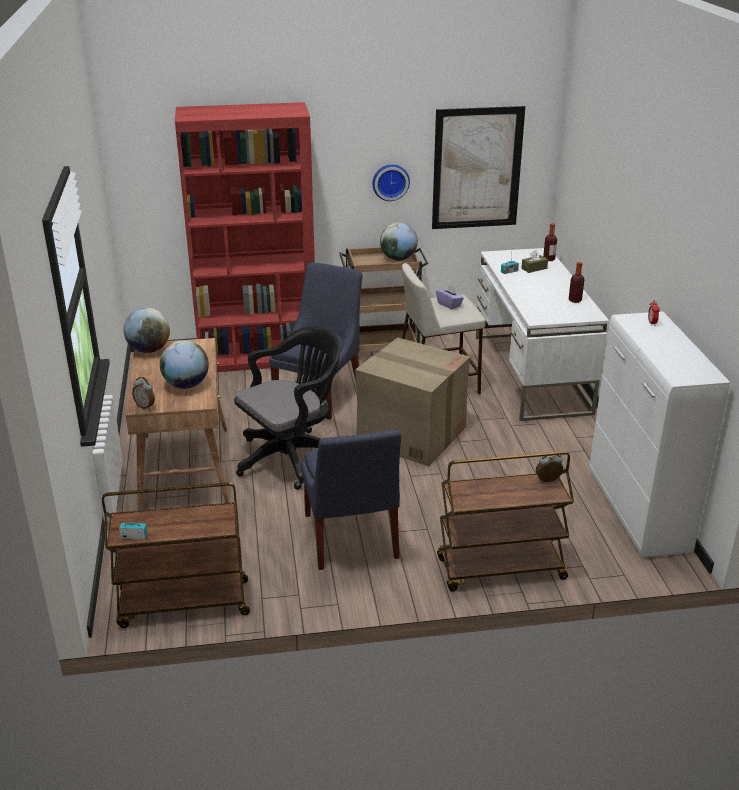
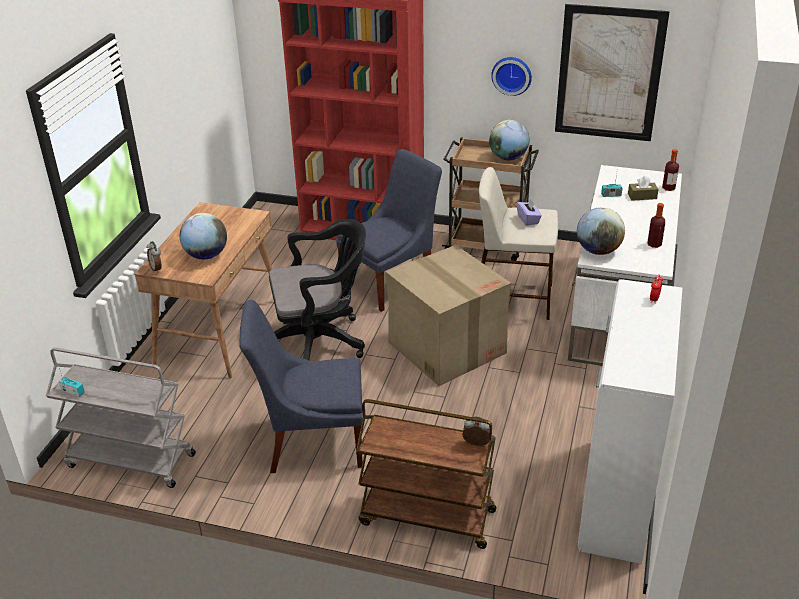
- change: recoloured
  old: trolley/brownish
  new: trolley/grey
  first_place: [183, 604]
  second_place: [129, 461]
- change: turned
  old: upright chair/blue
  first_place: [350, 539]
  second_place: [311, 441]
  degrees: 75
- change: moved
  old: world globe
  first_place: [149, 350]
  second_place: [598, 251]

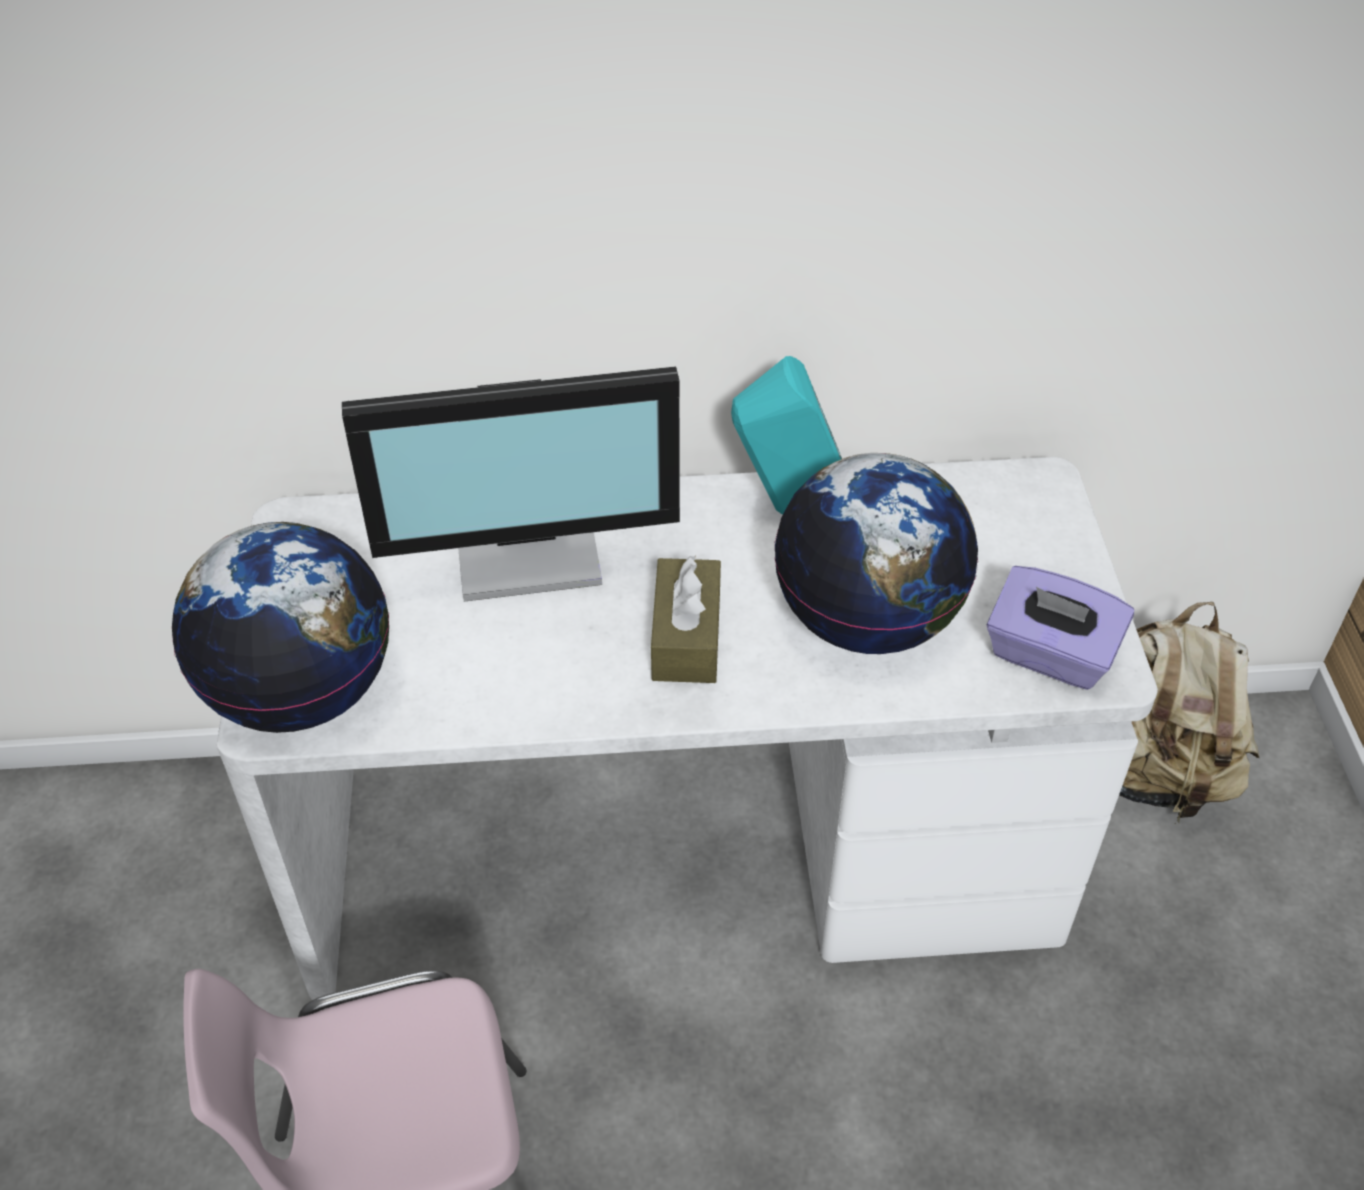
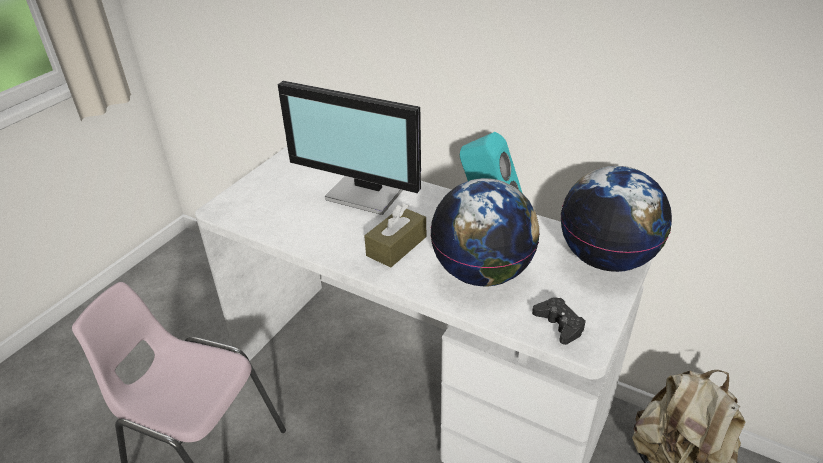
- change: replaced
  old: box of tissues/purple
  new: game controller/black-coloured
  first_place: [1049, 655]
  second_place: [559, 324]
- change: moved
  old: world globe
  first_place: [302, 692]
  second_place: [606, 259]

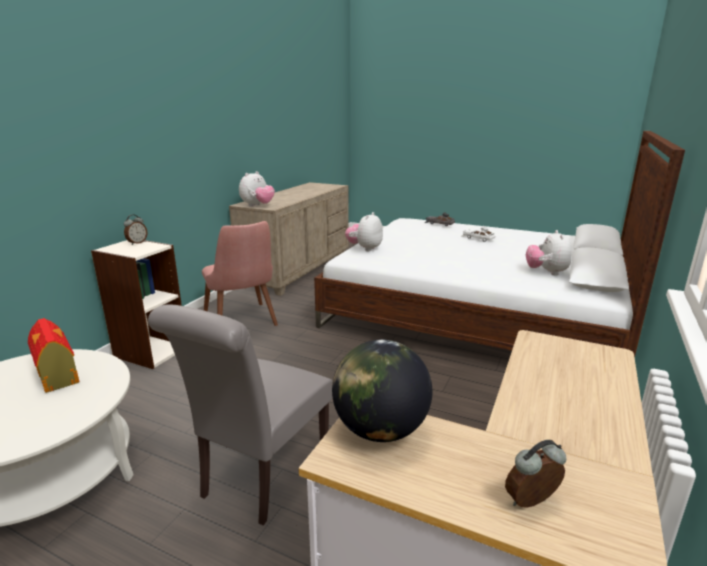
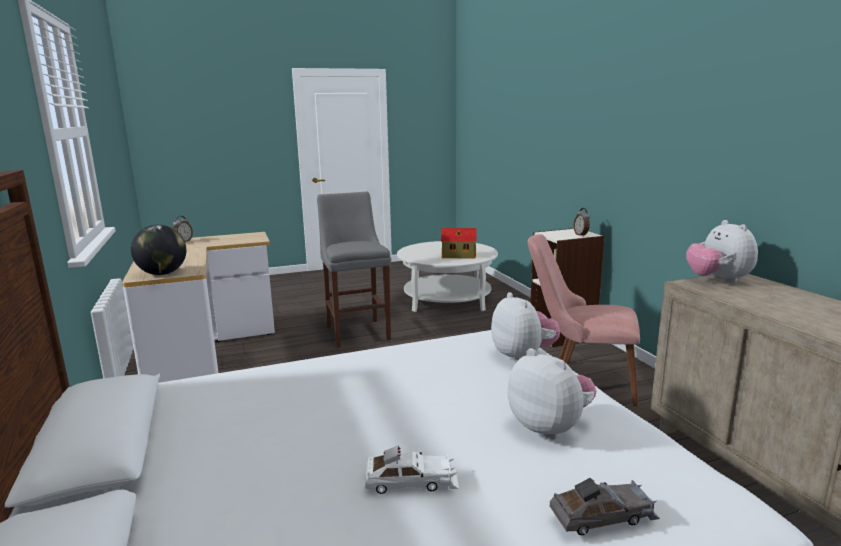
- change: moved
  old: world globe
  first_place: [380, 430]
  second_place: [162, 274]
- change: replaced
  old: upright chair/grey
  new: stool/grey
  first_place: [261, 477]
  second_place: [357, 331]
- change: moved
  old: soft toy
  first_place: [546, 272]
  second_place: [550, 427]

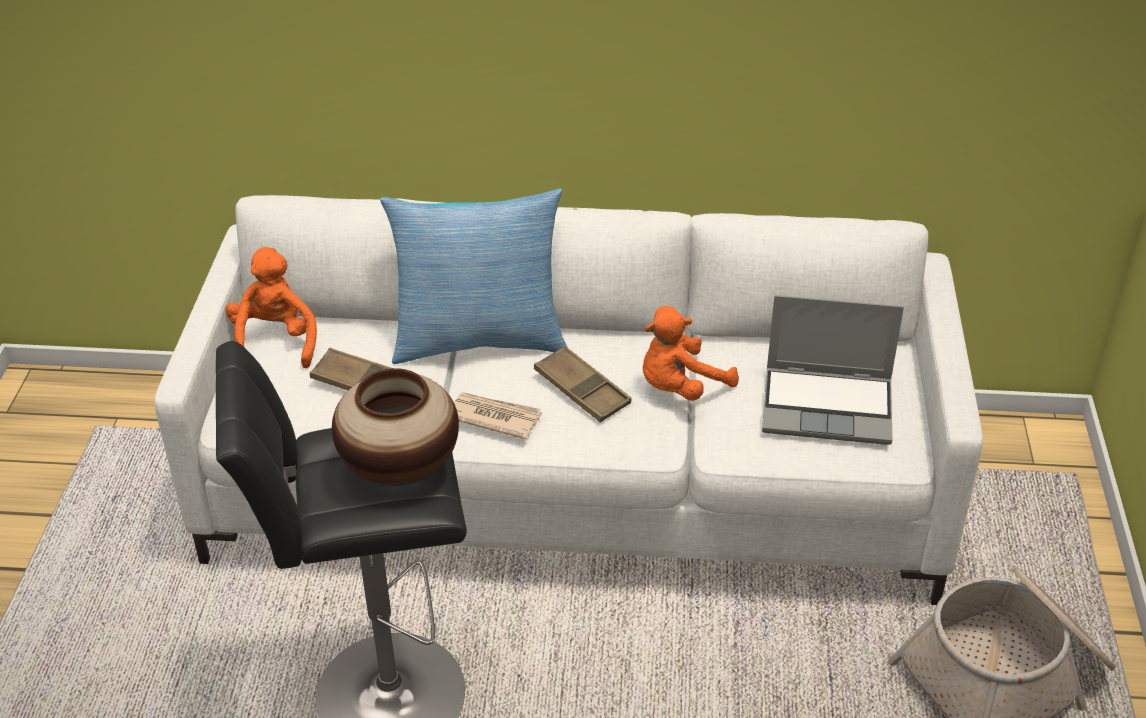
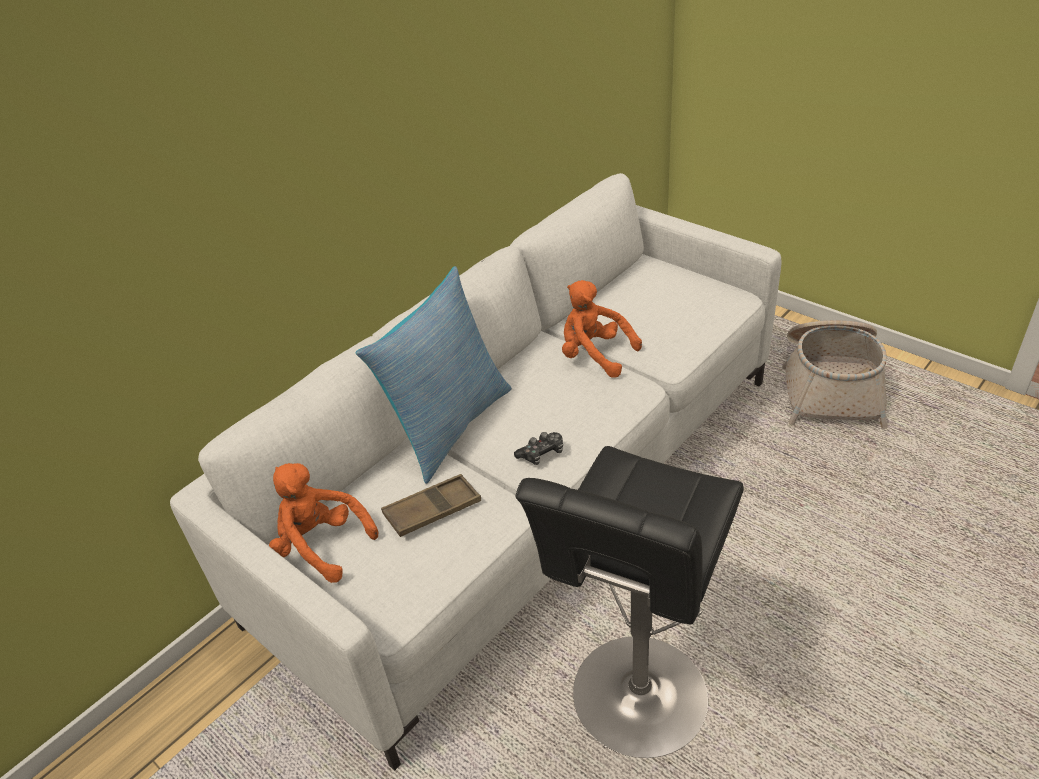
- change: replaced
  old: printed paper
  new: game controller
  first_place: [493, 417]
  second_place: [541, 453]
- change: turned
  old: soft toy/orangey
  first_place: [680, 387]
  second_place: [594, 355]
  degrees: 120
- change: removed
  old: decorative vase
  first_place: [400, 469]
- change: removed
  old: serving tray/brownish
  first_place: [582, 390]
- change: removed
  old: laptop
  first_place: [829, 407]

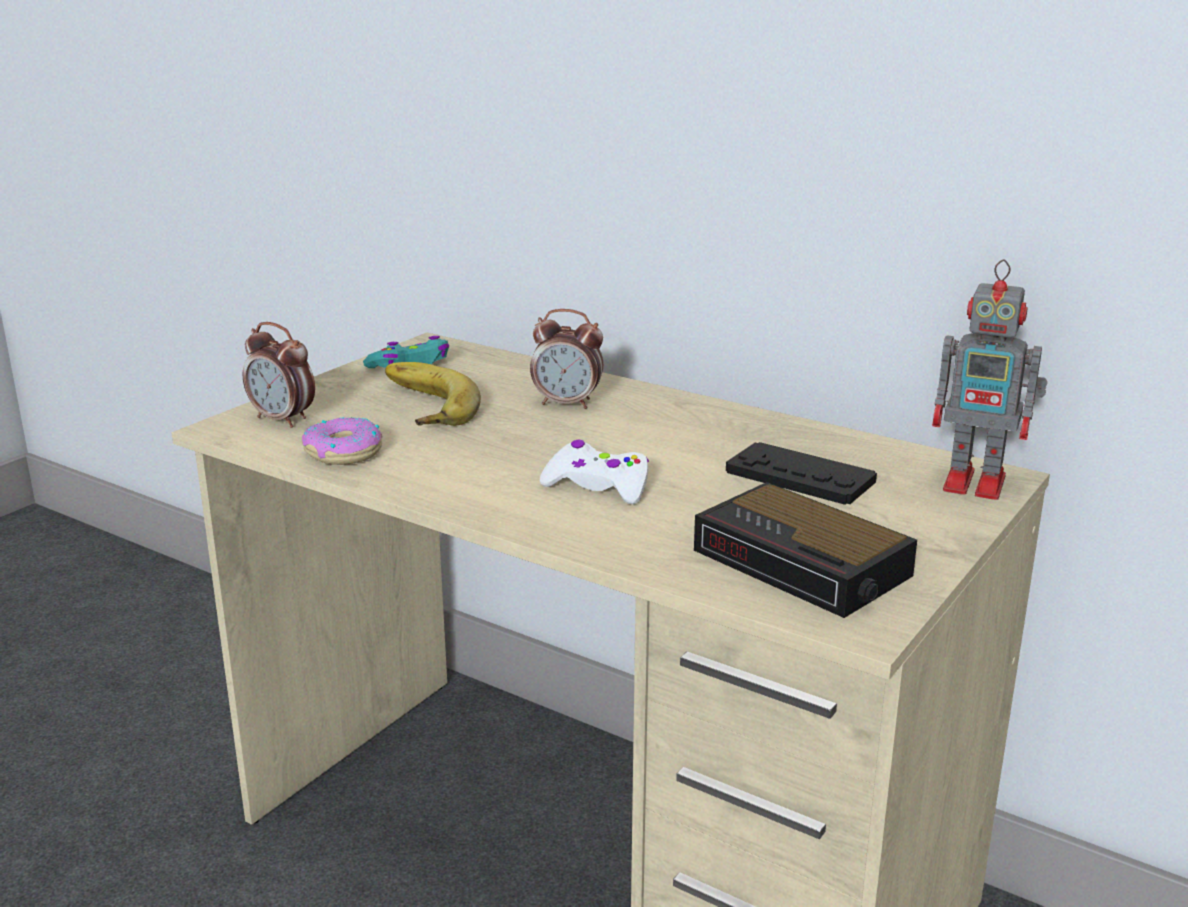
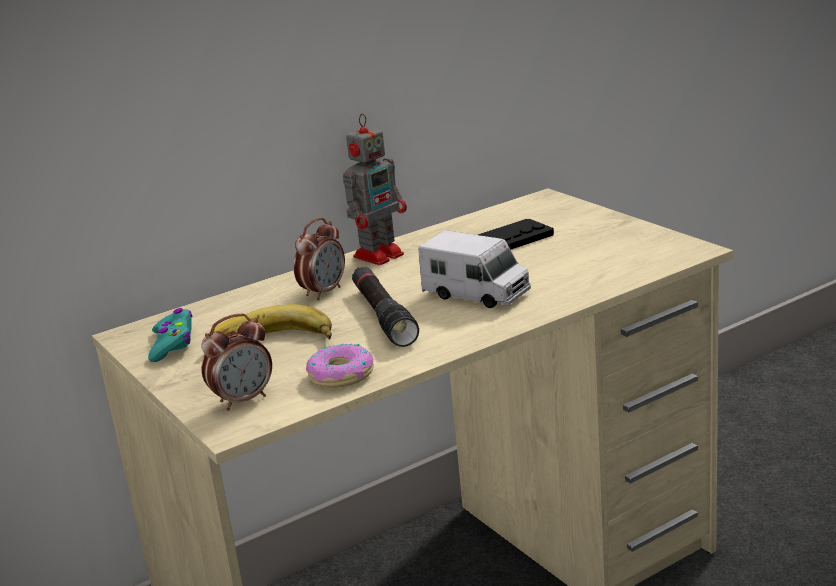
- change: moved
  old: model robot
  first_place: [978, 483]
  second_place: [380, 255]
- change: added
  new: torch/black-coloured
  second_place: [383, 316]
- change: replaced
  old: game controller/whitish
  new: toy truck
  first_place: [598, 486]
  second_place: [476, 294]
- change: removed
  old: table clock
  first_place: [805, 564]

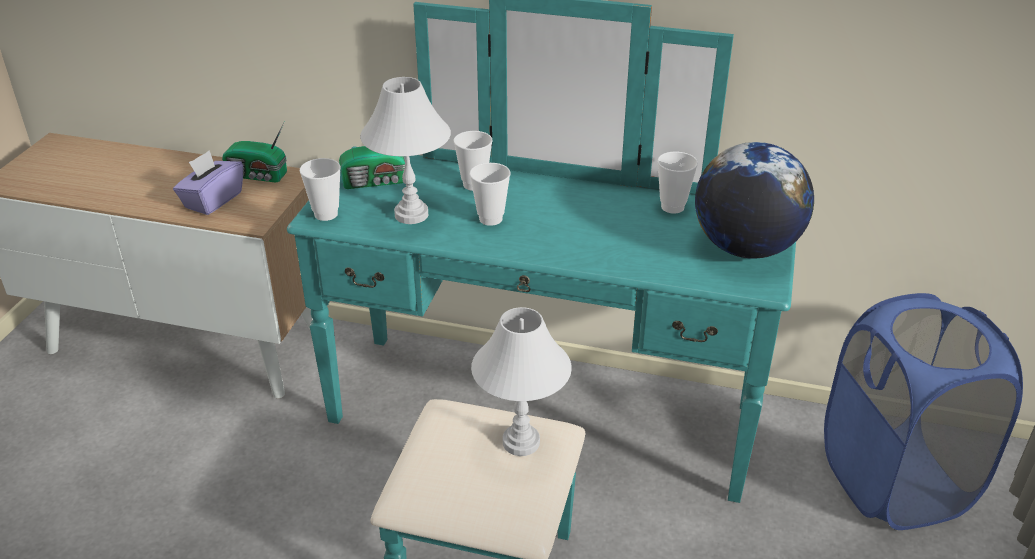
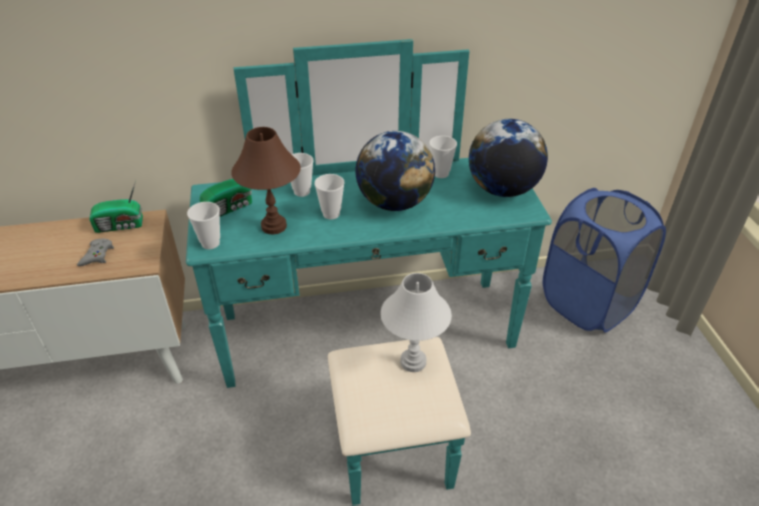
- change: replaced
  old: box of tissues/purple
  new: game controller/grey
  first_place: [212, 200]
  second_place: [97, 255]
- change: recoloured
  old: lamp for a table/whitish
  new: lamp for a table/brownish
  first_place: [411, 215]
  second_place: [273, 226]
- change: added
  new: world globe
  second_place: [394, 202]

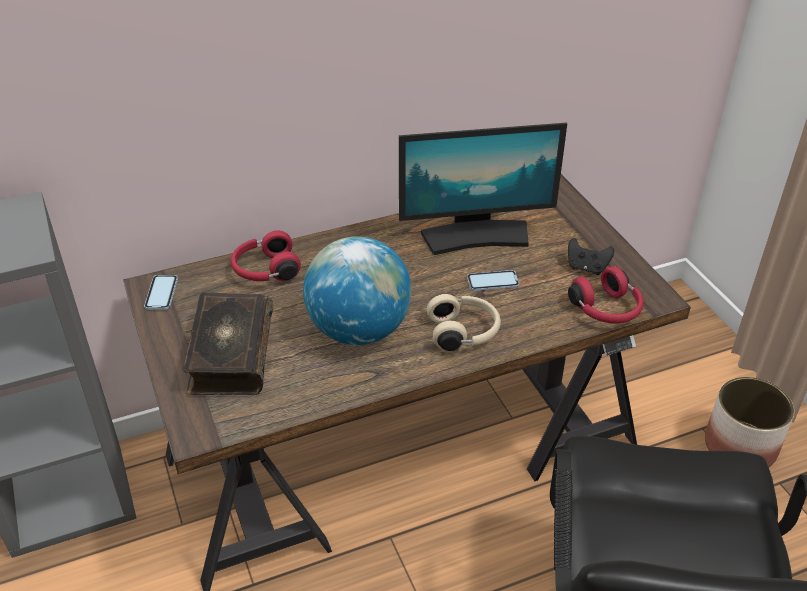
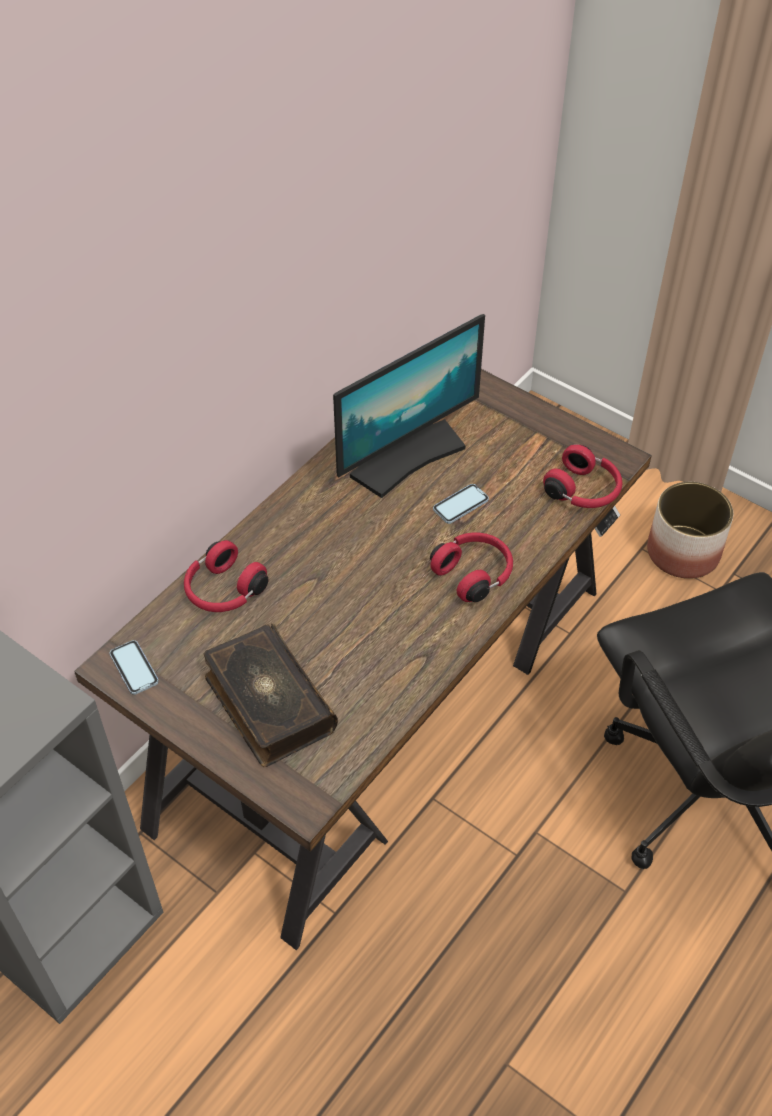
- change: recoloured
  old: headphones/sand-coloured
  new: headphones/reddish
  first_place: [464, 332]
  second_place: [474, 574]
- change: removed
  old: world globe
  first_place: [358, 330]
- change: removed
  old: game controller/black-coloured
  first_place: [586, 268]

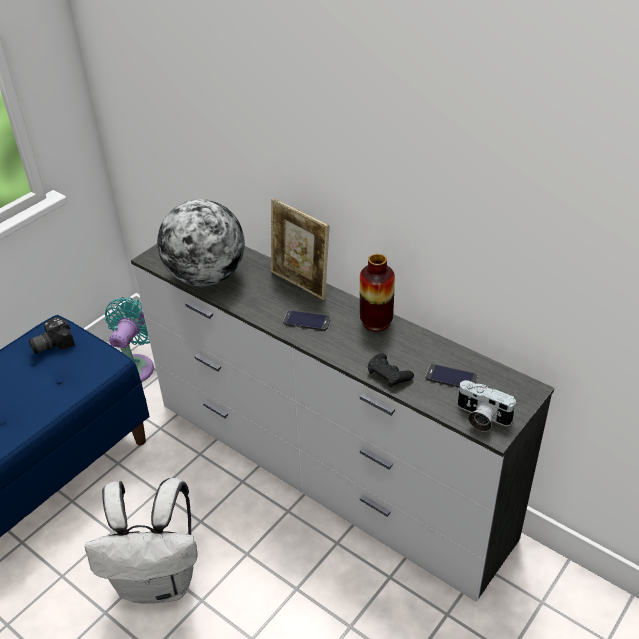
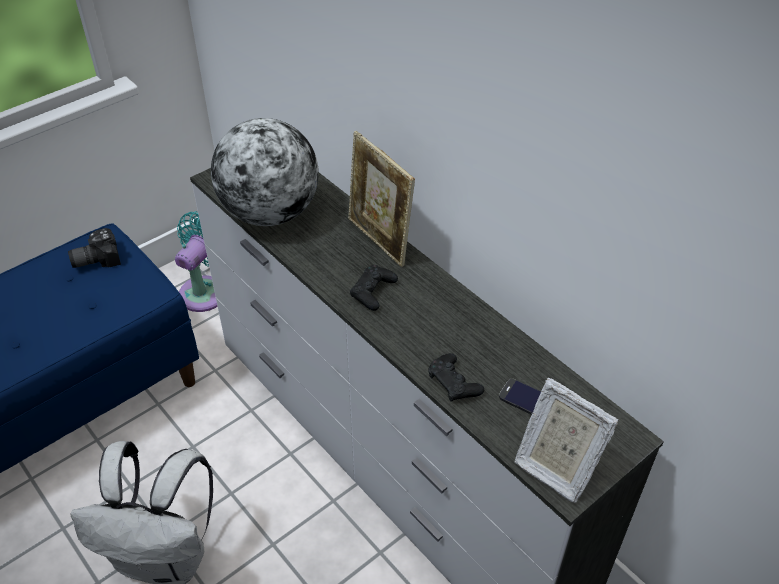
- change: replaced
  old: phone
  new: game controller/black-coloured
  first_place: [306, 321]
  second_place: [373, 291]
- change: replaced
  old: still camera
  new: standing frame
  first_place: [481, 418]
  second_place: [555, 466]
- change: removed
  old: decorative vase
  first_place: [376, 322]

